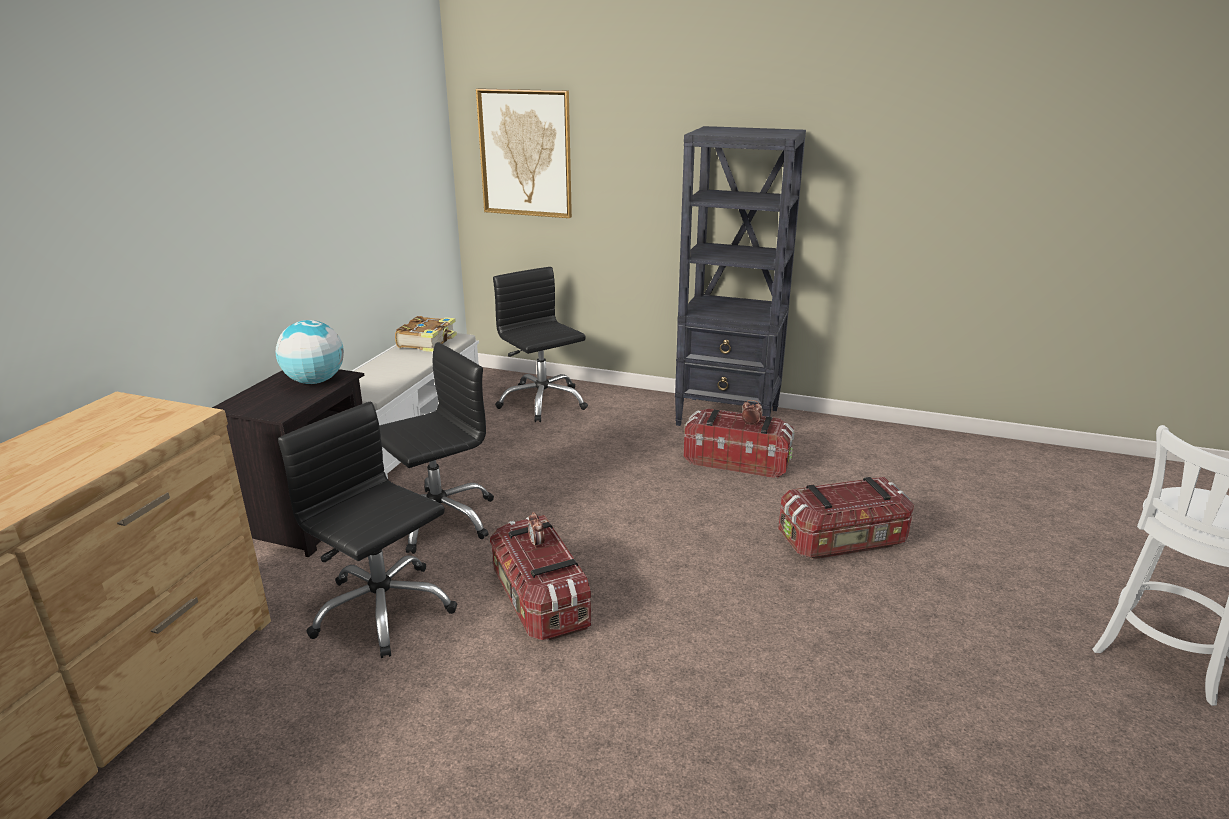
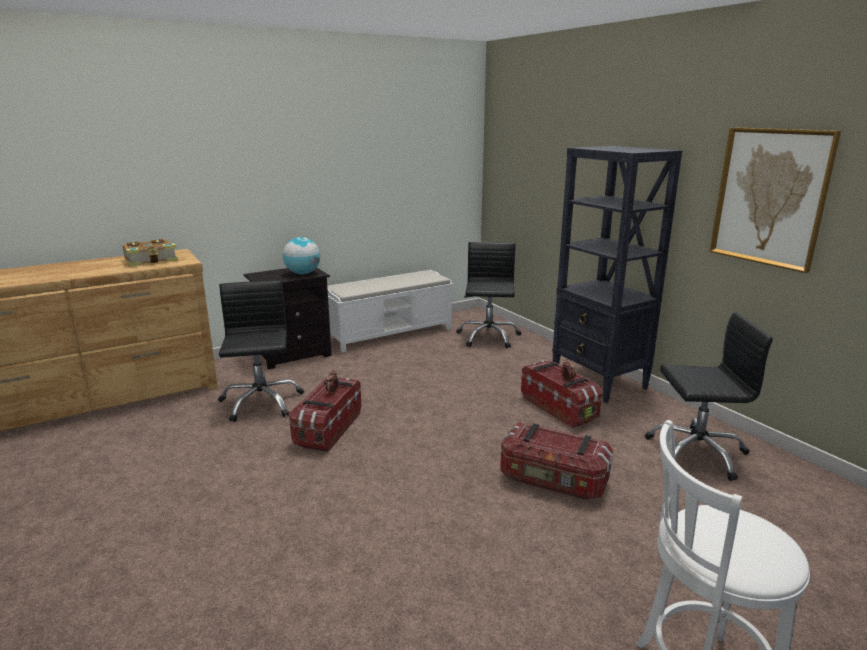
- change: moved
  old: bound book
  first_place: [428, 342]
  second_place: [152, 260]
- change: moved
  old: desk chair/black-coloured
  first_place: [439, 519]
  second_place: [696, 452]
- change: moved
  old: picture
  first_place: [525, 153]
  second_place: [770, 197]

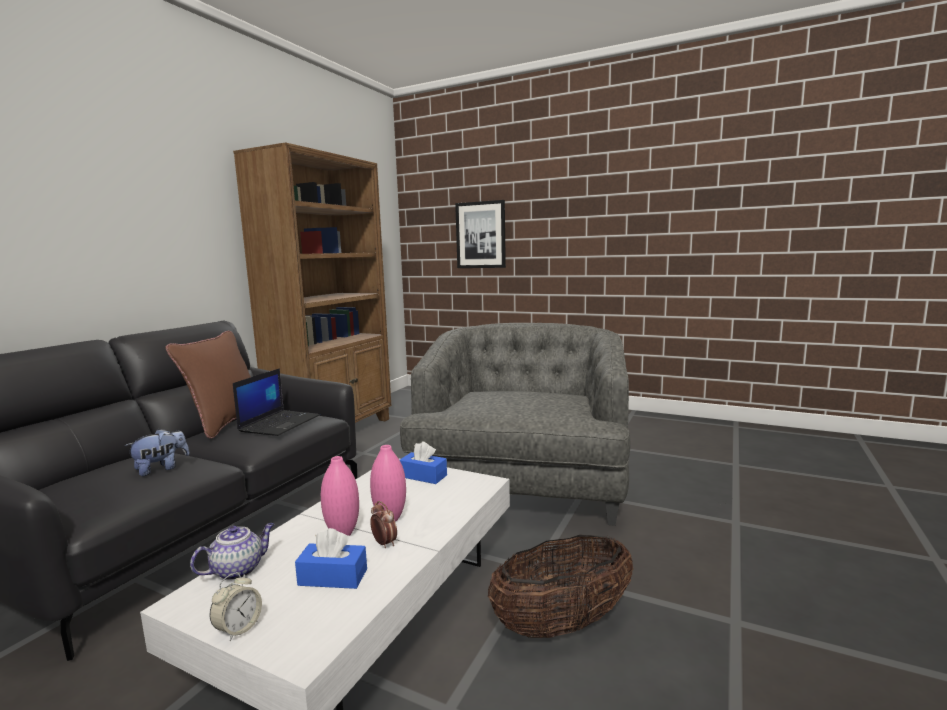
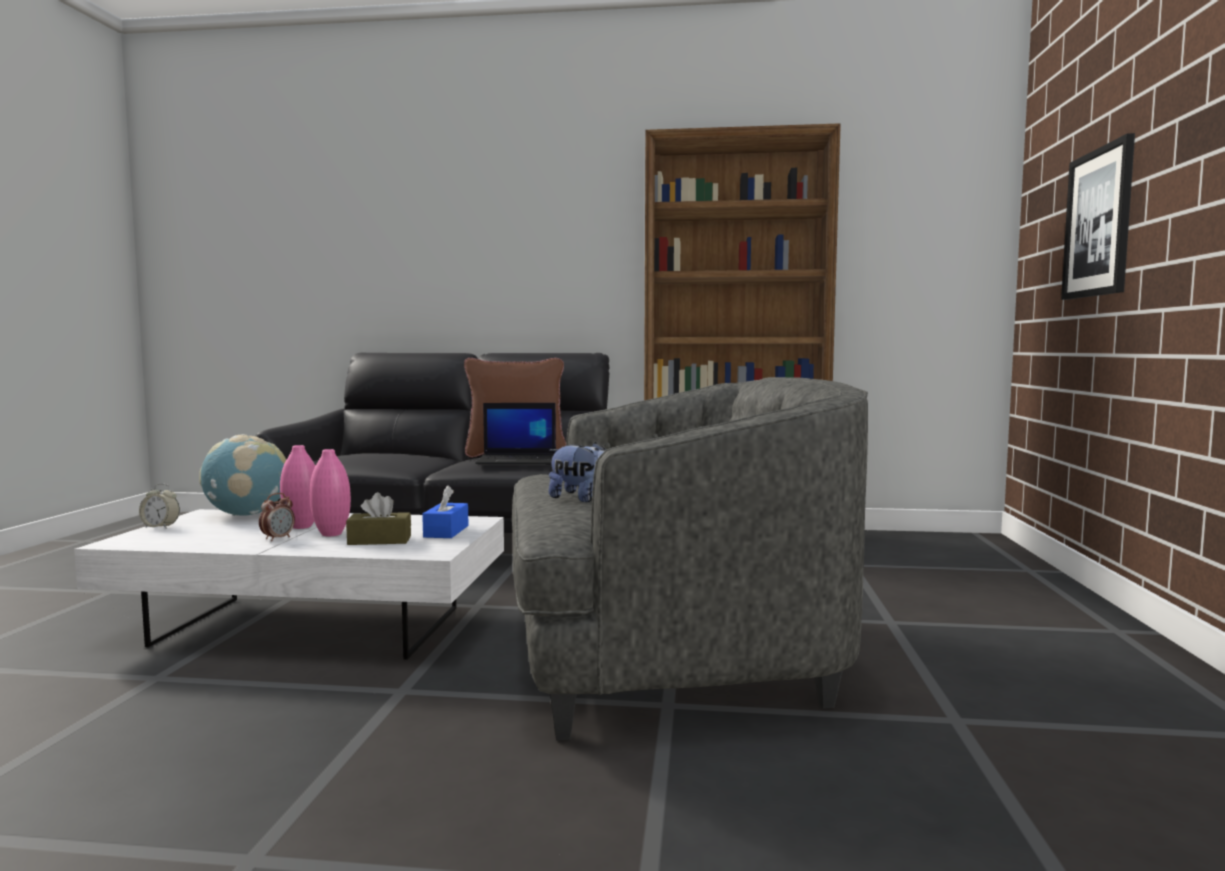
- change: replaced
  old: pot for tea
  new: world globe
  first_place: [238, 569]
  second_place: [247, 515]
- change: added
  new: box of tissues/brownish
  second_place: [379, 540]
- change: moved
  old: soft toy
  first_place: [161, 469]
  second_place: [582, 499]
- change: removed
  old: box of tissues/blue
  first_place: [333, 577]
- change: removed
  old: storage basket
  first_place: [562, 624]

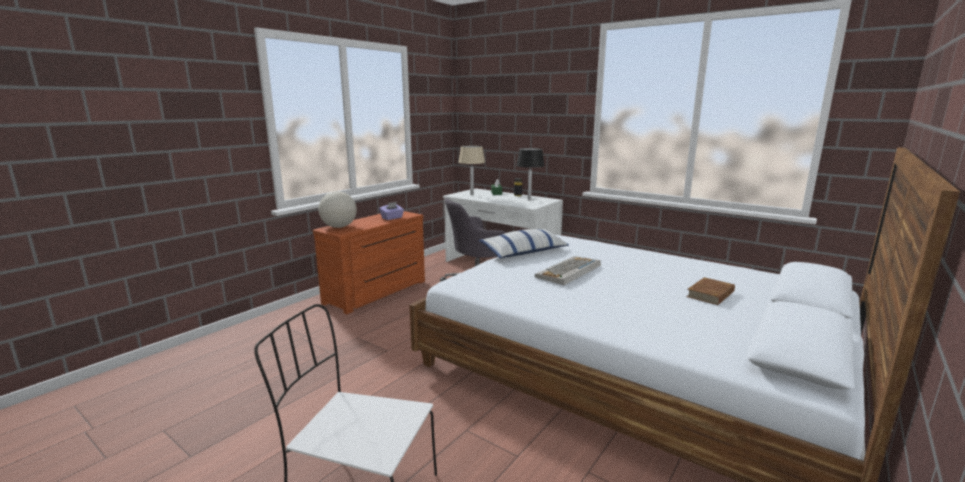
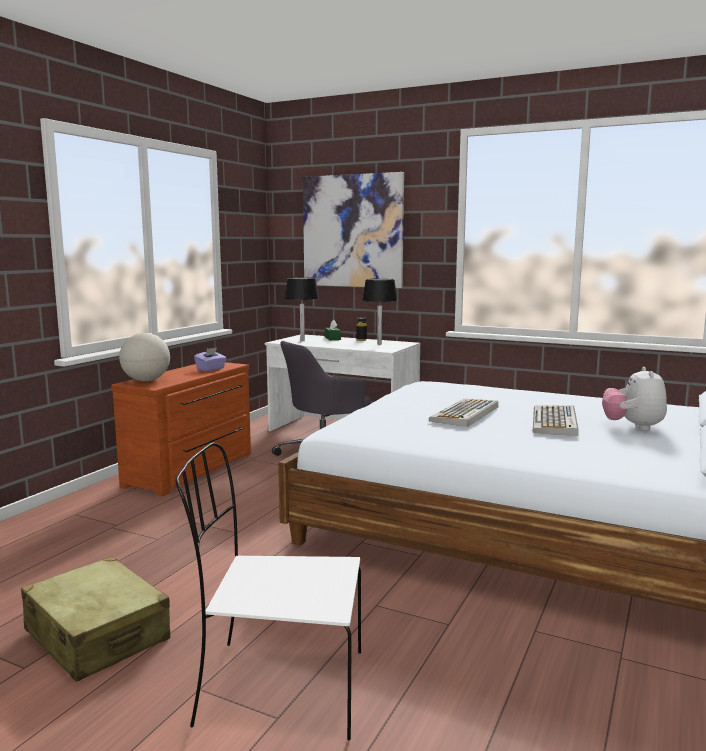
- change: added
  new: travel case/sand-coloured
  second_place: [97, 635]
- change: recoloured
  old: lamp for a table/sand-coloured
  new: lamp for a table/black-coloured
  first_place: [472, 195]
  second_place: [302, 341]
- change: added
  new: picture
  second_place: [352, 231]
- change: added
  new: PC keyboard
  second_place: [555, 422]
- change: replaced
  old: bound book/brownish
  new: soft toy
  first_place: [710, 294]
  second_place: [633, 427]
- change: removed
  old: throw pillow
  first_place: [523, 252]

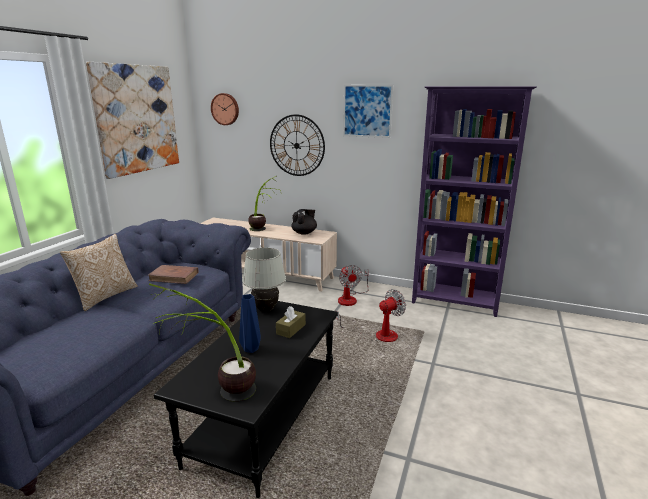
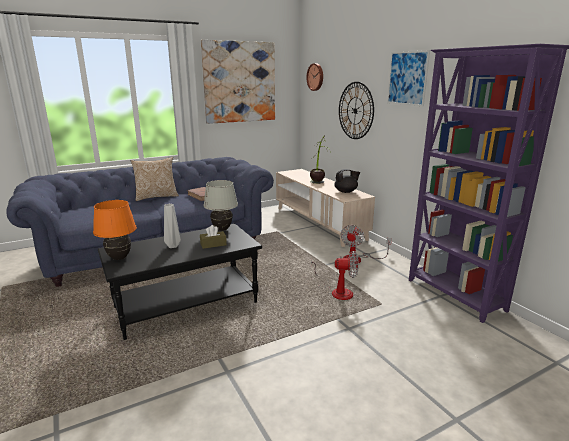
- change: replaced
  old: potted plant
  new: lamp for a table/orangey
  first_place: [215, 392]
  second_place: [119, 258]
- change: recoloured
  old: decorative vase/blue
  new: decorative vase/grey
  first_place: [251, 348]
  second_place: [173, 246]

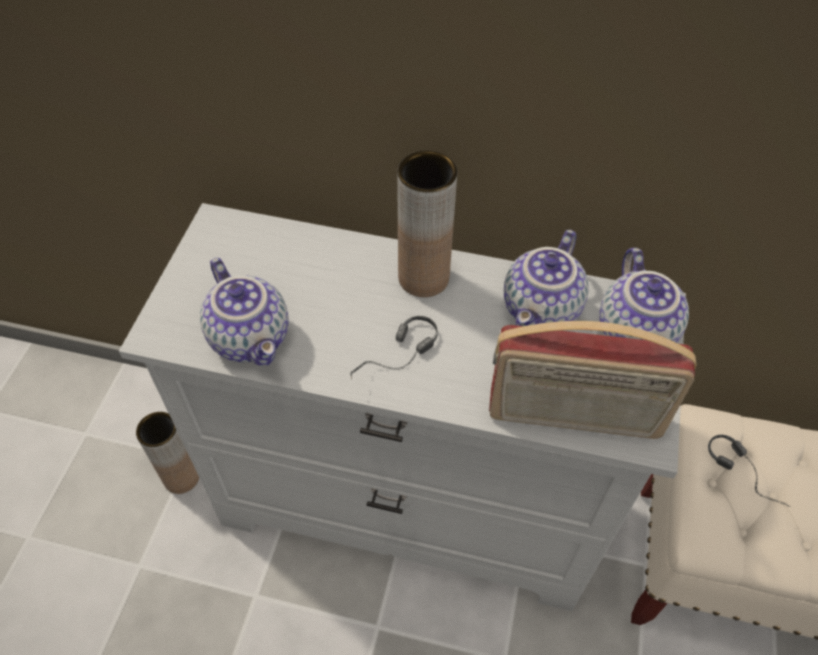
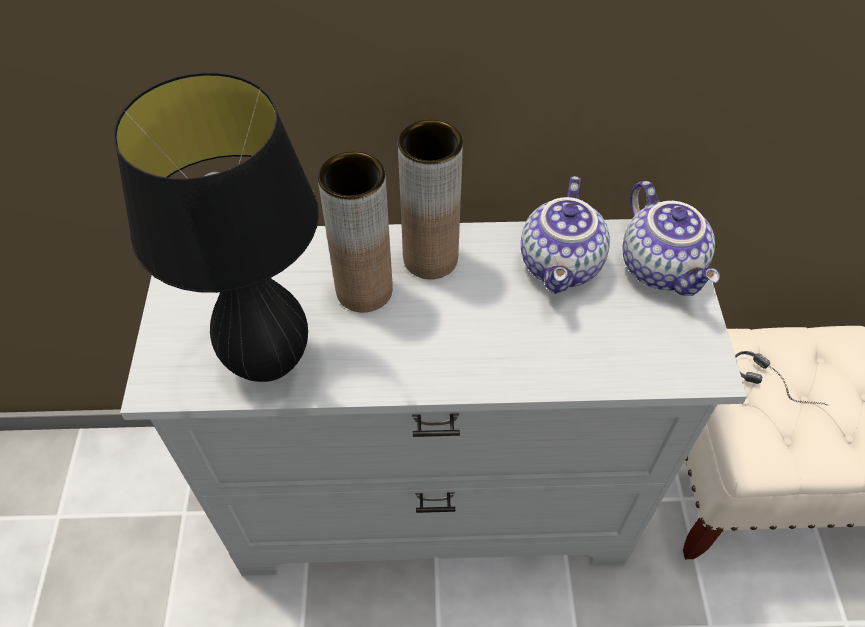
- change: replaced
  old: pot for tea
  new: lamp for a table/black-coloured
  first_place: [252, 338]
  second_place: [268, 363]
- change: moved
  old: decorative vase/brownish
  first_place: [181, 477]
  second_place: [364, 290]
- change: removed
  old: headphones
  first_place: [397, 360]
- change: removed
  old: radio
  first_place: [574, 417]

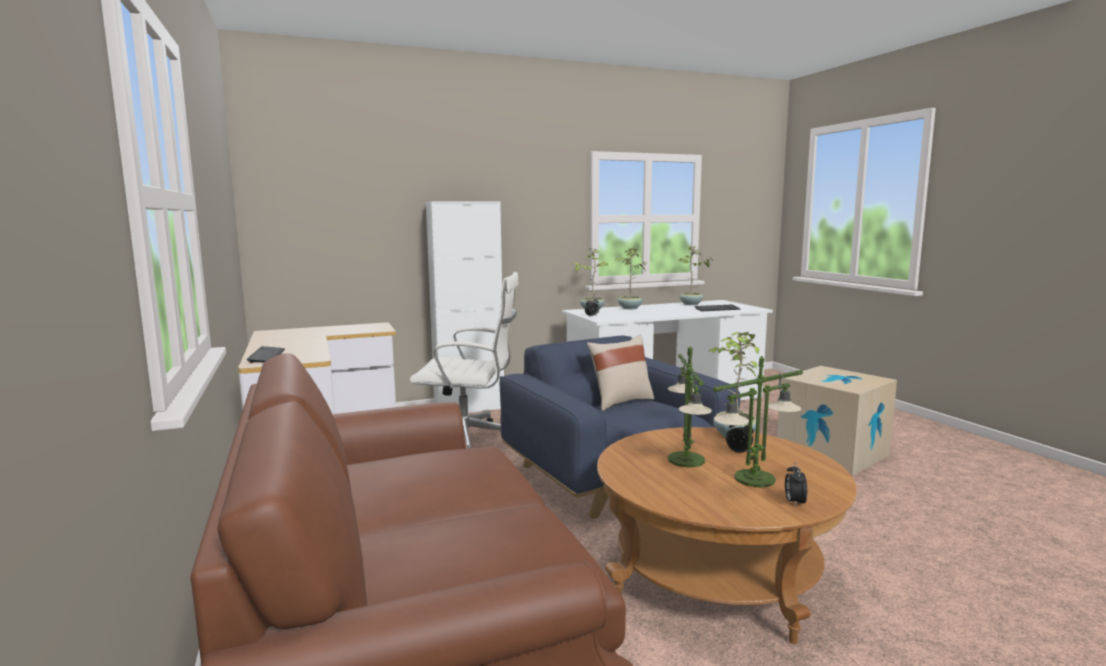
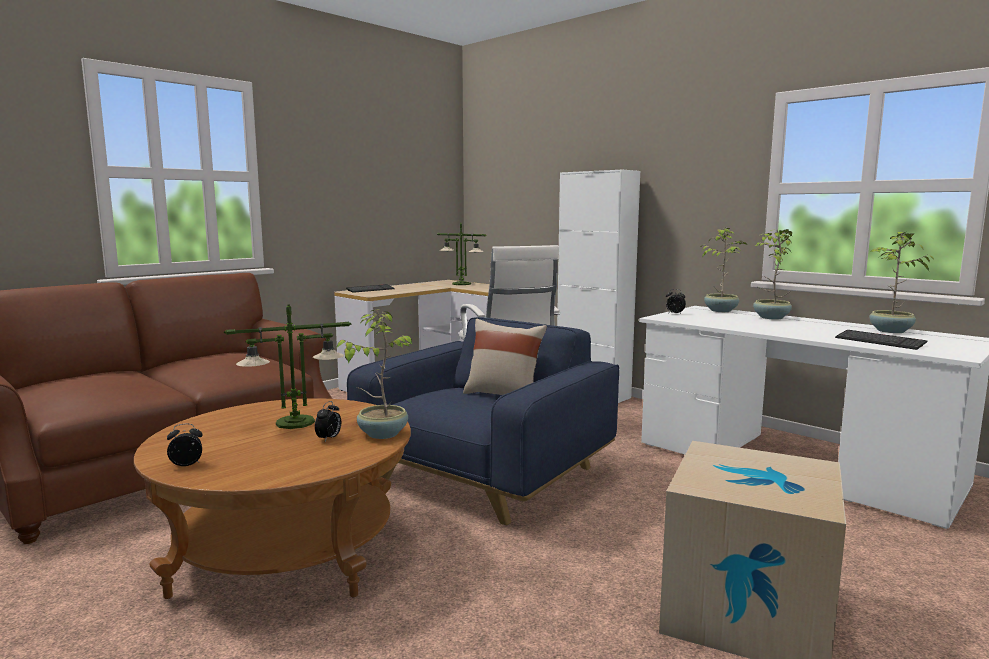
- change: moved
  old: lamp for a table
  first_place: [755, 478]
  second_place: [461, 284]

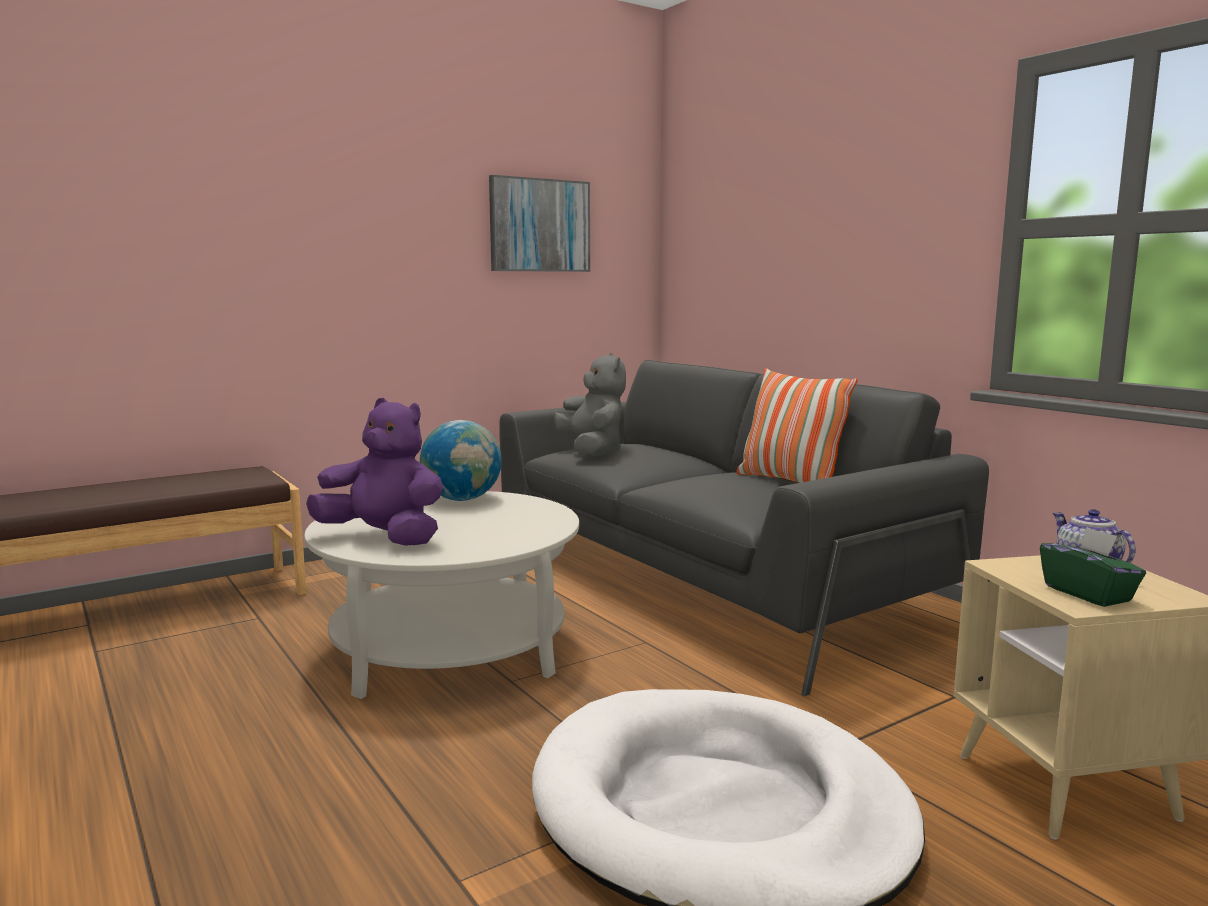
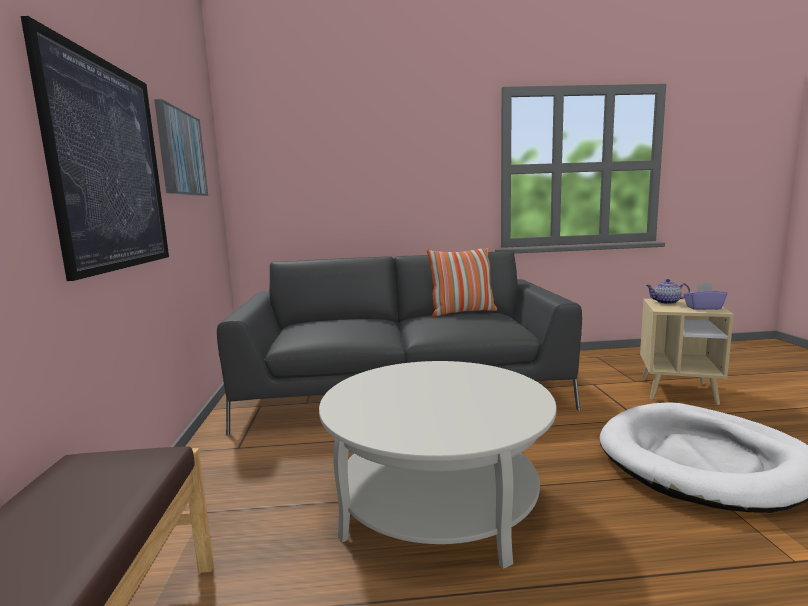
- change: added
  new: picture
  second_place: [110, 166]
- change: recoloured
  old: box of tissues/green
  new: box of tissues/purple
  first_place: [1088, 594]
  second_place: [703, 308]
- change: removed
  old: soft toy/purple
  first_place: [384, 538]
- change: removed
  old: world globe
  first_place: [462, 499]
- change: removed
  old: soft toy/grey
  first_place: [592, 450]

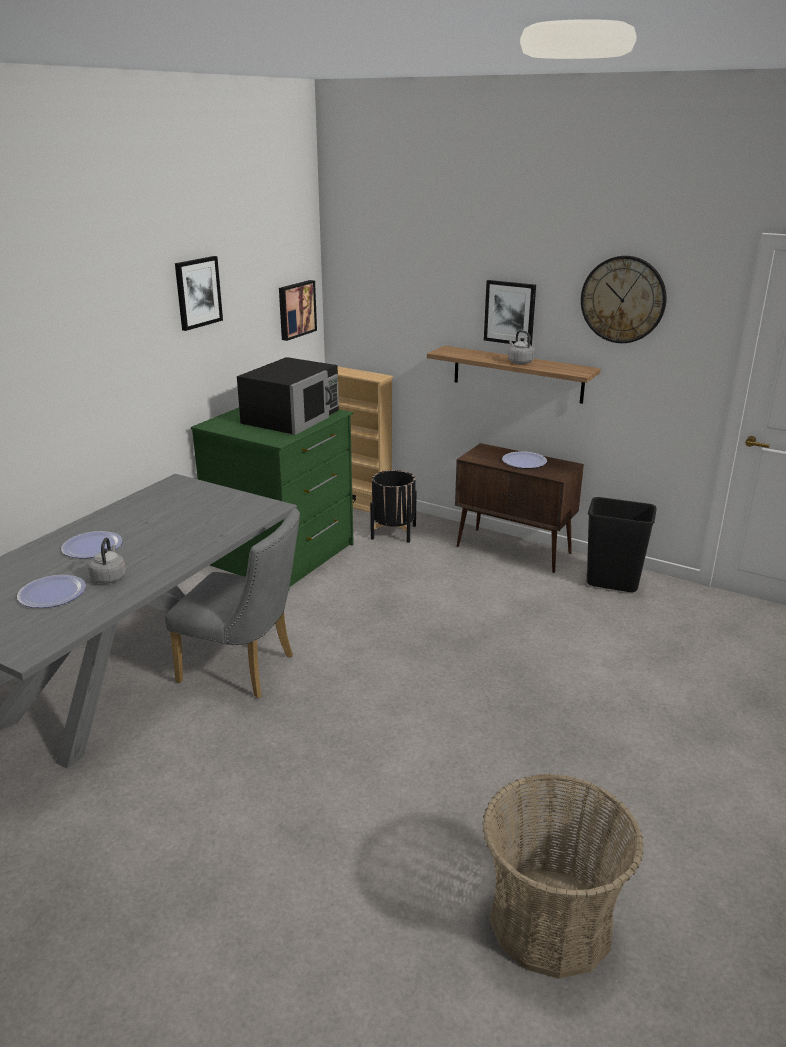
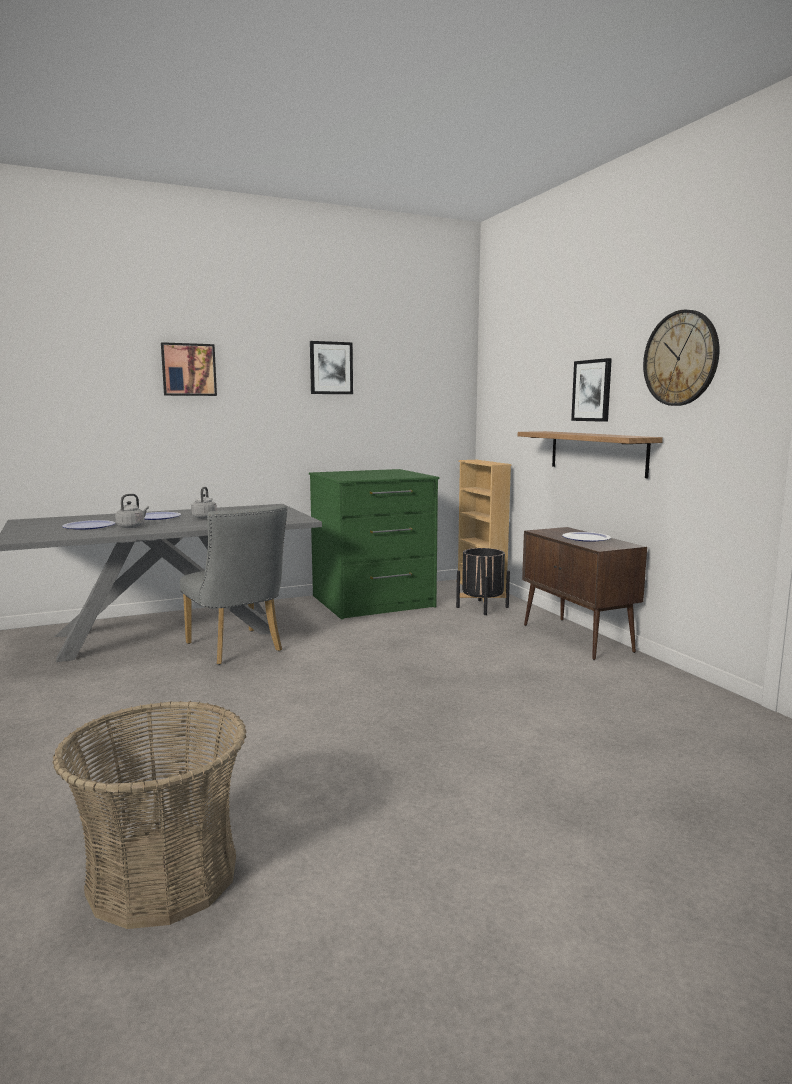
- change: moved
  old: picture
  first_place: [296, 309]
  second_place: [188, 369]
- change: moved
  old: tea kettle/grey
  first_place: [519, 362]
  second_place: [205, 517]
- change: removed
  old: kitchen microwave/black-coloured
  first_place: [292, 417]
- change: removed
  old: rubbish bin/black-coloured
  first_place: [613, 582]

